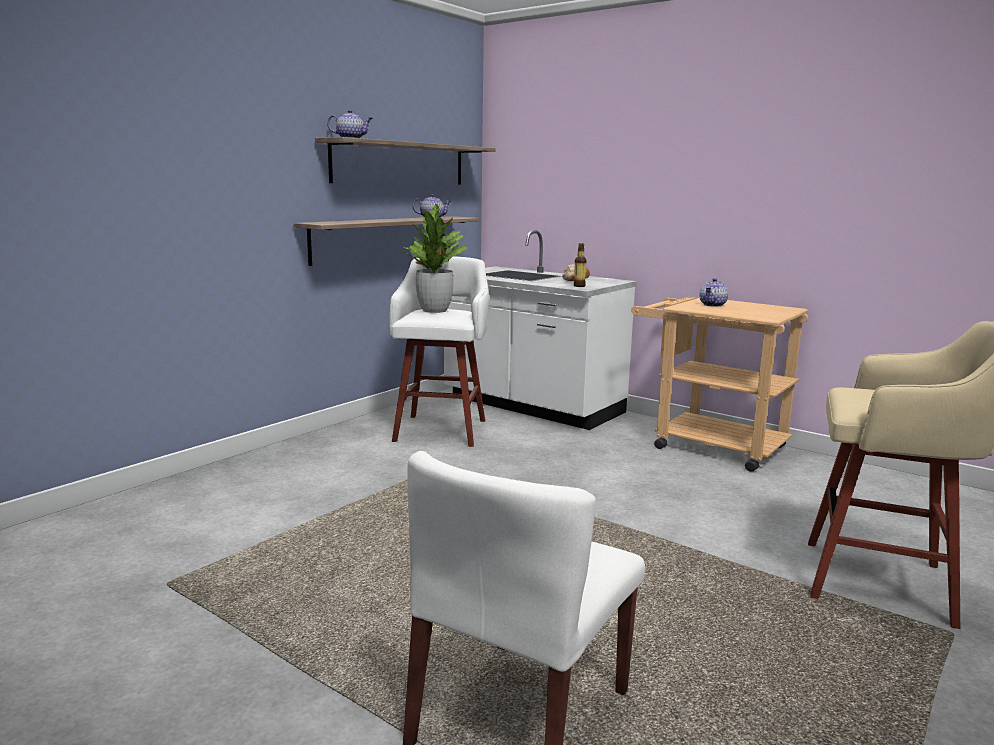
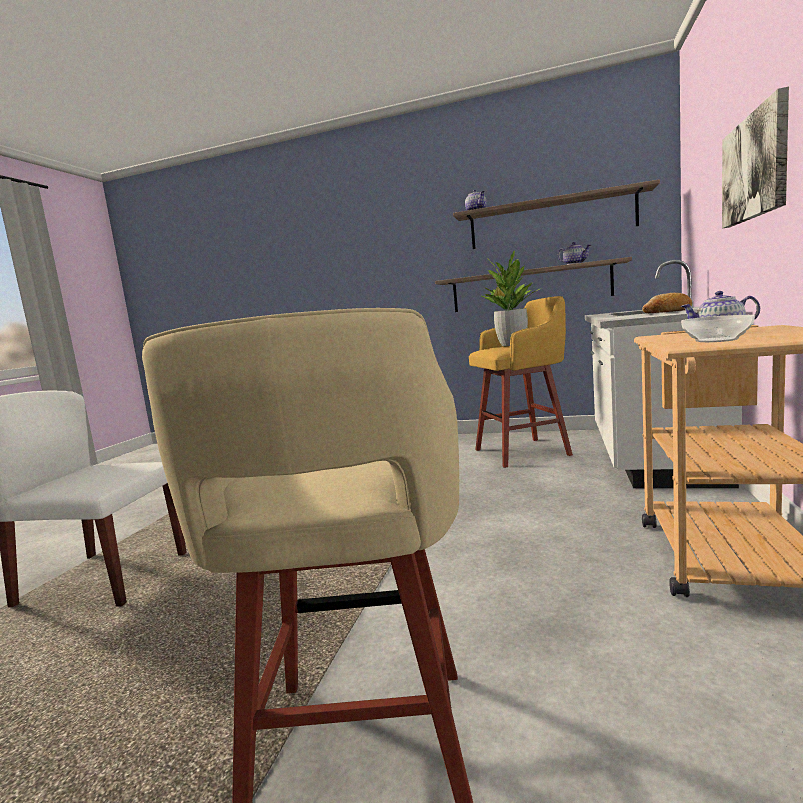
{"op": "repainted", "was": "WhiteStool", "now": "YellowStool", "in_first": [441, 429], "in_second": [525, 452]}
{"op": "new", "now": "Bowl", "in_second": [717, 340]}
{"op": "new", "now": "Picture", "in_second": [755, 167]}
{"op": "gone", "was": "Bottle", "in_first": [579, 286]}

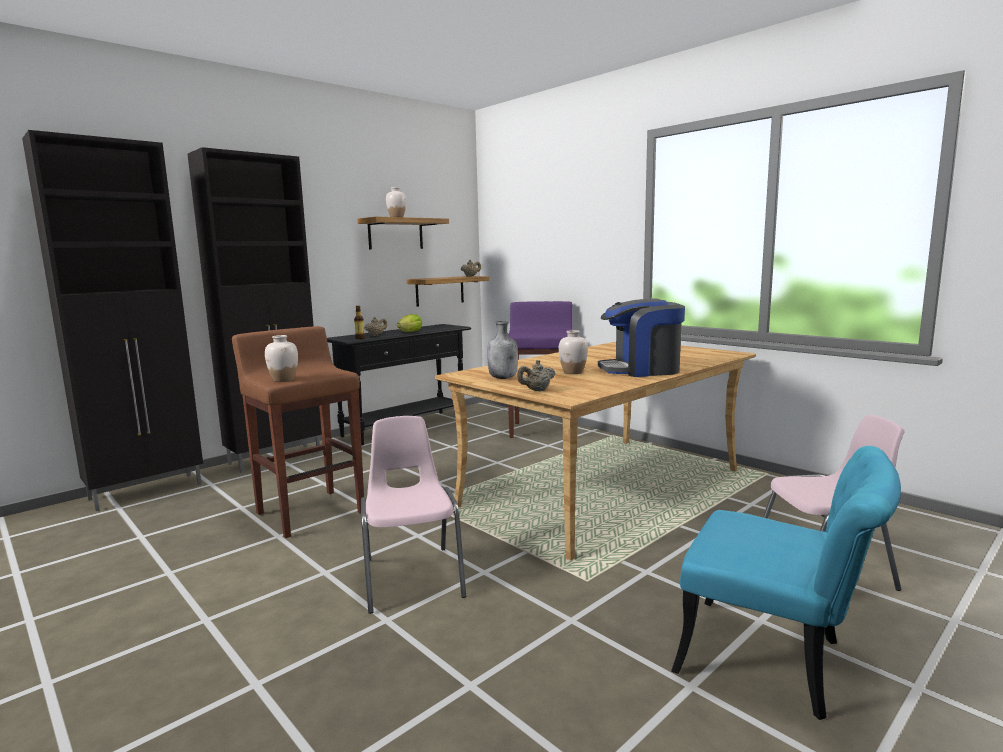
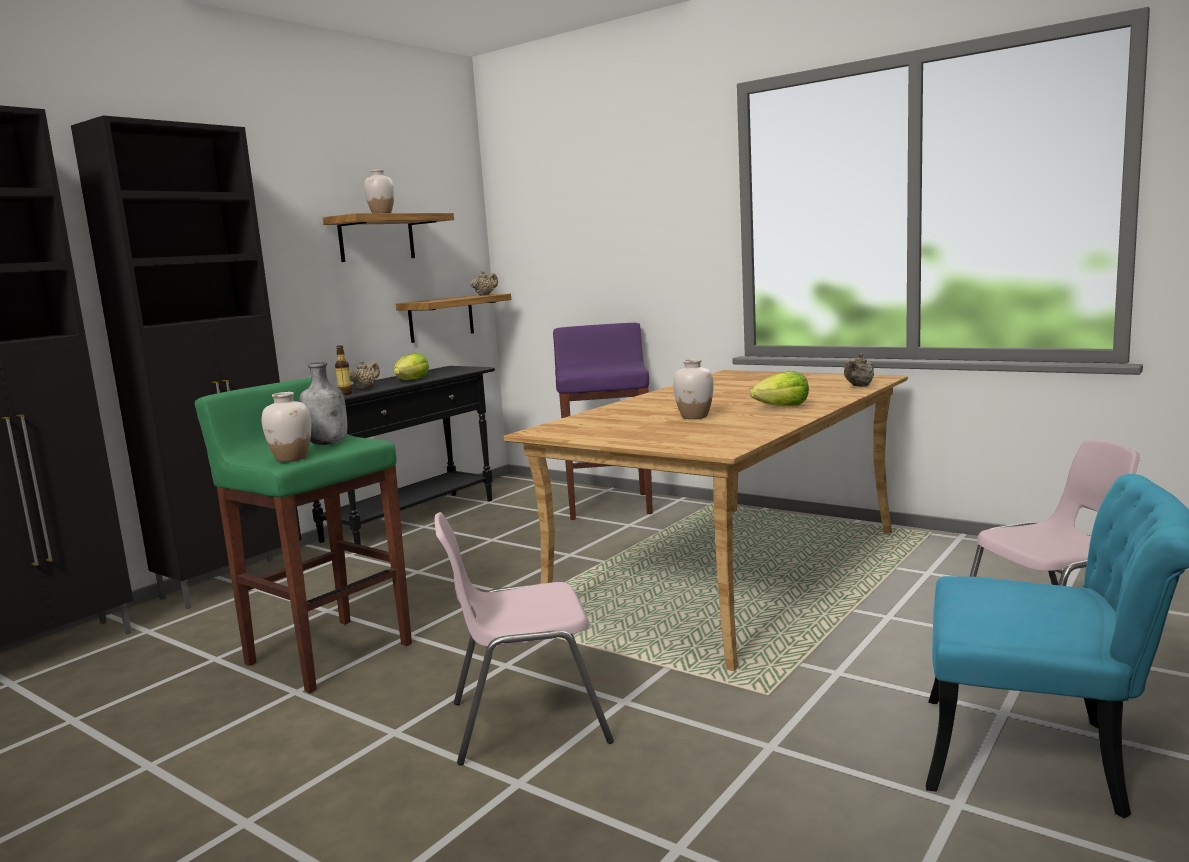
{"op": "repainted", "was": "BrownStool", "now": "GreenStool", "in_first": [310, 512], "in_second": [328, 653]}
{"op": "shifted", "was": "GreyBottle", "in_first": [503, 378], "in_second": [328, 443]}
{"op": "rotated", "was": "PinkChair", "in_first": [412, 577], "in_second": [526, 721], "clockwise": -75}
{"op": "swapped", "was": "CoffeeMachine", "now": "Lettuce", "in_first": [641, 370], "in_second": [782, 407]}
{"op": "shifted", "was": "BeigeTeapot", "in_first": [537, 390], "in_second": [859, 386]}

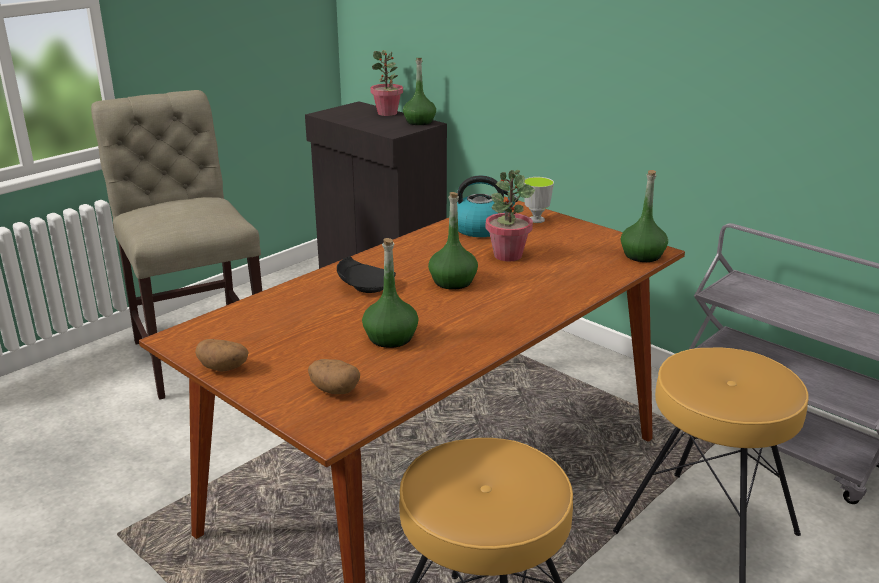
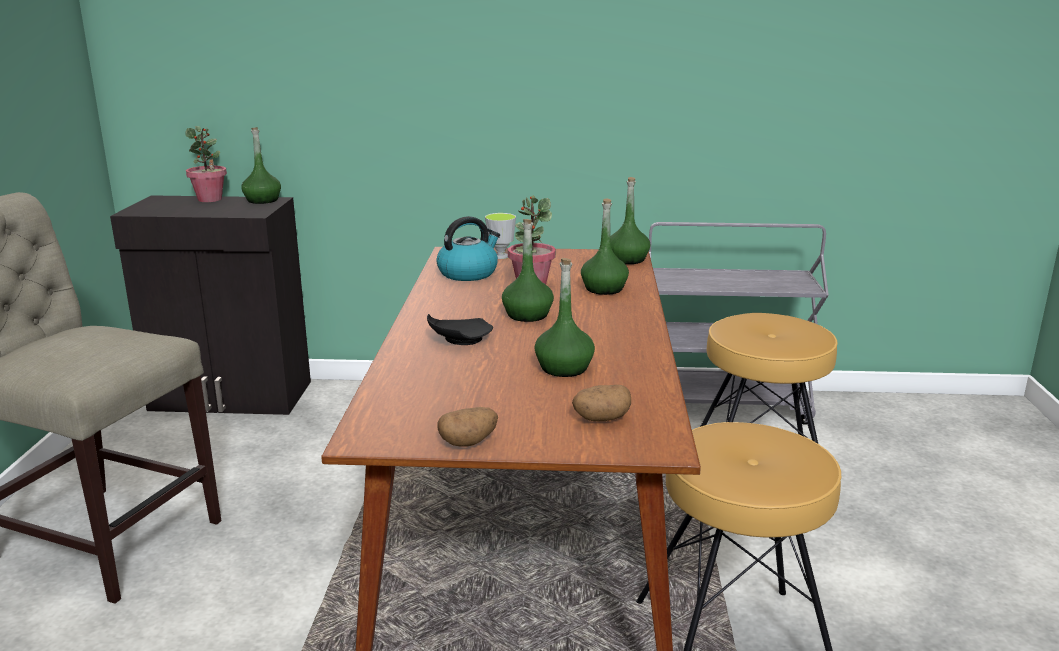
{"op": "new", "now": "GreenBottle", "in_second": [604, 289]}

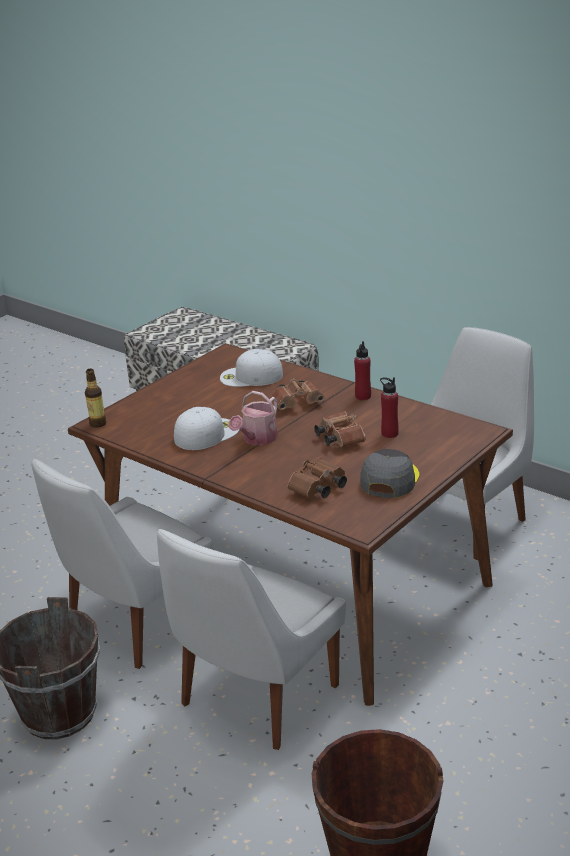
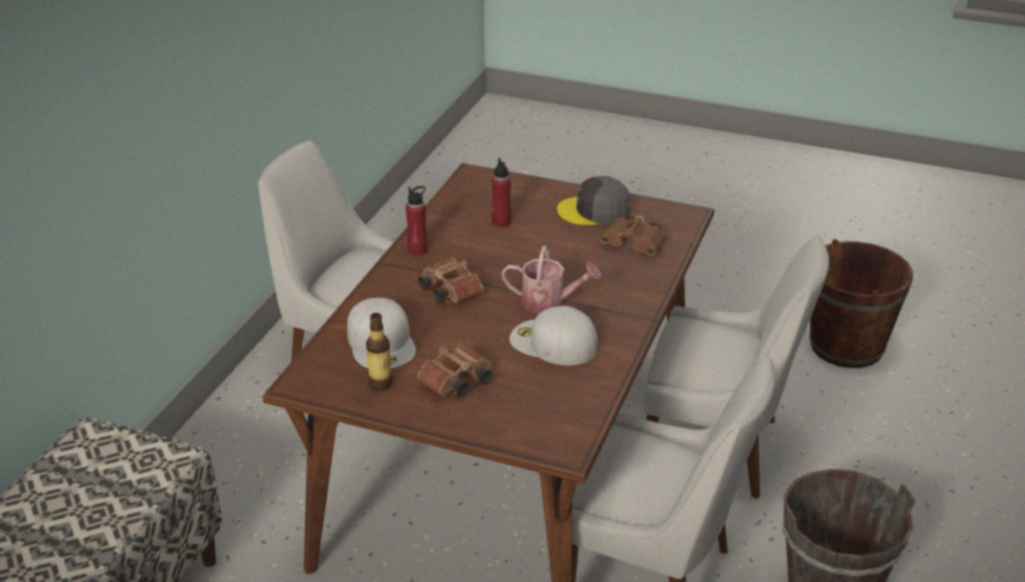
{"op": "shifted", "was": "Bottle", "in_first": [98, 424], "in_second": [380, 384]}
{"op": "shifted", "was": "BrownBinoculars", "in_first": [339, 438], "in_second": [456, 383]}

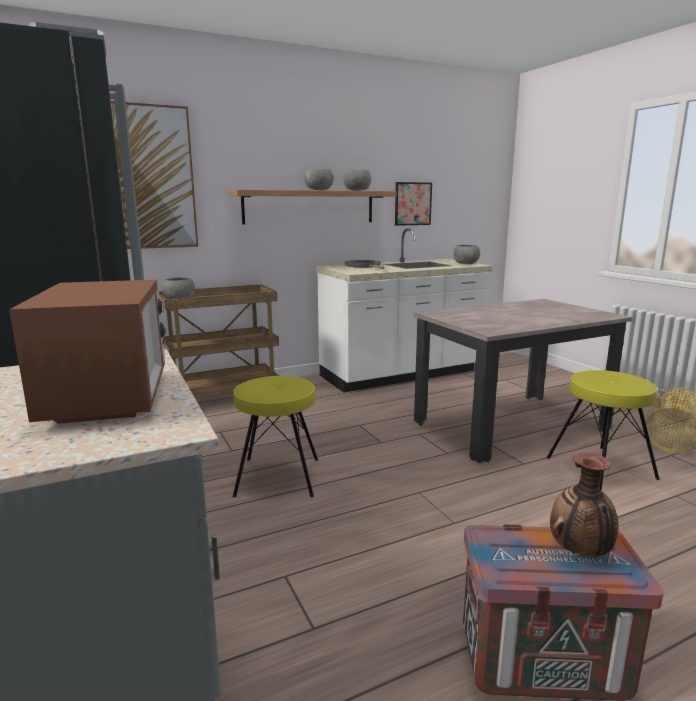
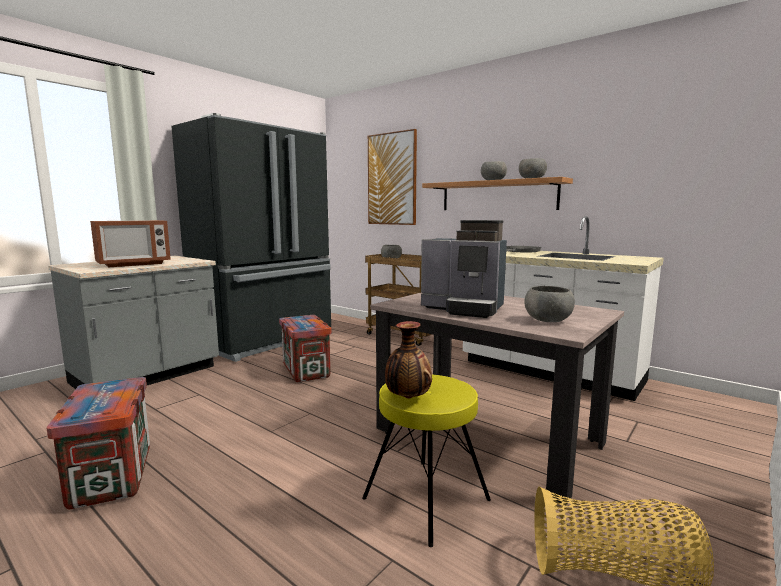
{"op": "swapped", "was": "YellowStool", "now": "Crate", "in_first": [278, 476], "in_second": [306, 371]}
{"op": "shifted", "was": "Vase", "in_first": [580, 552], "in_second": [407, 398]}
{"op": "new", "now": "CoffeeMachine", "in_second": [464, 309]}
{"op": "shifted", "was": "GreyBowl", "in_first": [465, 264], "in_second": [547, 320]}
{"op": "gone", "was": "Picture", "in_first": [413, 203]}

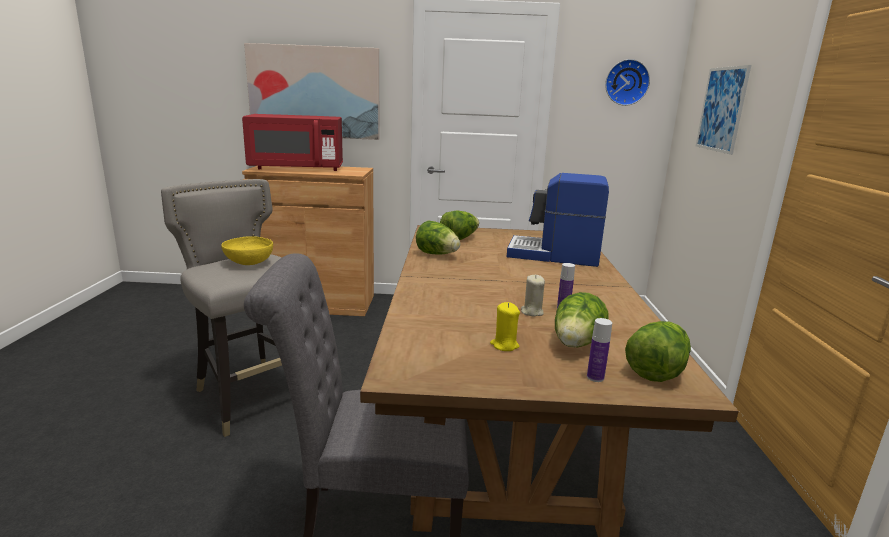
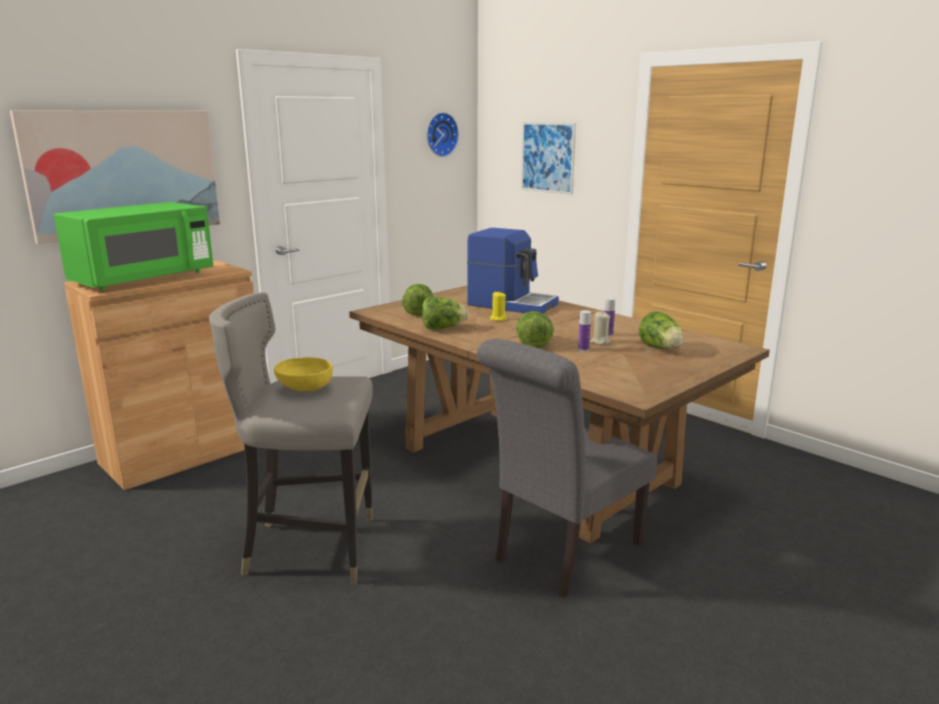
{"op": "repainted", "was": "RedMicrowave", "now": "GreenMicrowave", "in_first": [297, 168], "in_second": [143, 279]}
{"op": "rotated", "was": "CoffeeMachine", "in_first": [554, 255], "in_second": [512, 304], "clockwise": -120}
{"op": "shifted", "was": "YellowCandle", "in_first": [504, 345], "in_second": [498, 319]}
{"op": "shifted", "was": "Lettuce", "in_first": [656, 371], "in_second": [532, 344]}
{"op": "shifted", "was": "Bottle", "in_first": [595, 377], "in_second": [583, 349]}

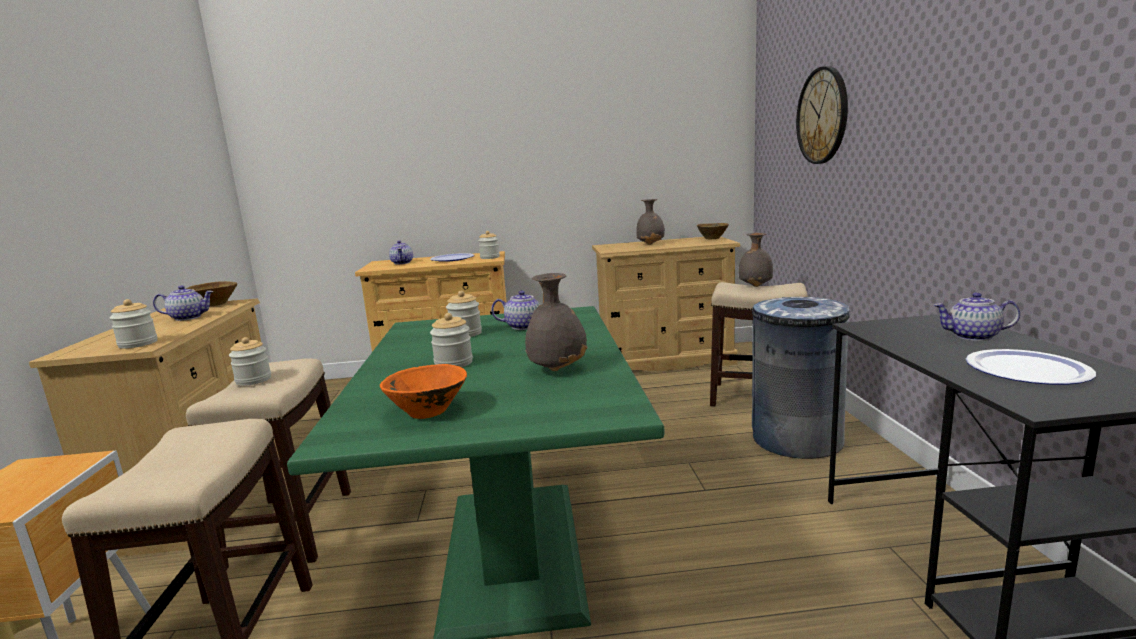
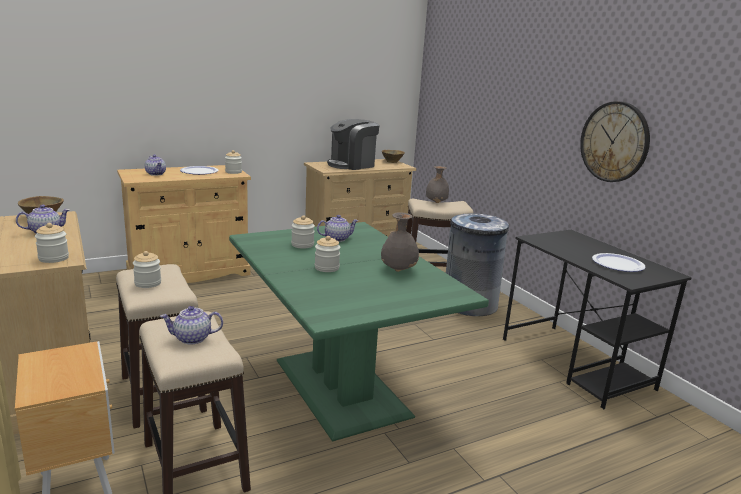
{"op": "shifted", "was": "Teapot", "in_first": [973, 336], "in_second": [192, 338]}
{"op": "swapped", "was": "GreyVase", "now": "CoffeeMachine", "in_first": [651, 244], "in_second": [352, 165]}
{"op": "shifted", "was": "WallClock", "in_first": [822, 116], "in_second": [614, 142]}
{"op": "gone", "was": "OrangeBowl", "in_first": [428, 411]}

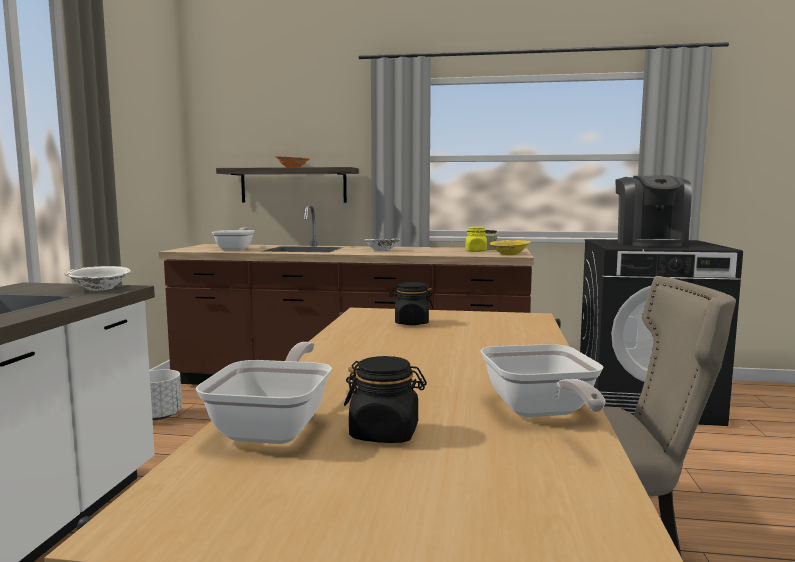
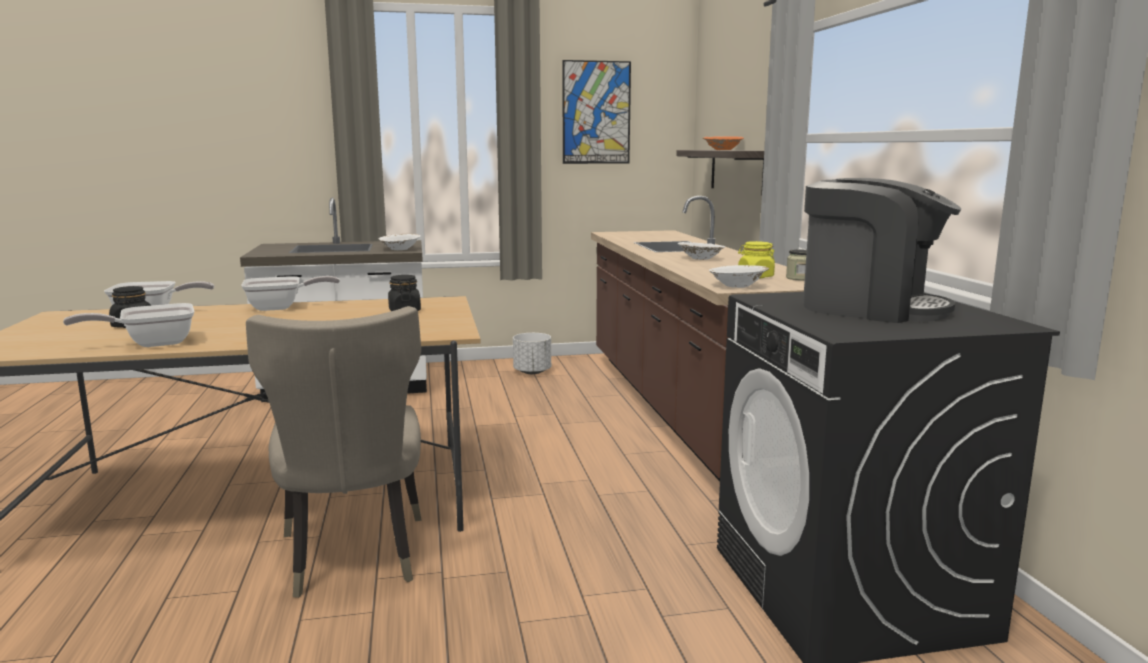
{"op": "shifted", "was": "FryingPan", "in_first": [236, 249], "in_second": [281, 307]}
{"op": "new", "now": "Picture", "in_second": [596, 112]}
{"op": "repainted", "was": "YellowBowl", "now": "WhiteBowl", "in_first": [509, 254], "in_second": [737, 286]}
{"op": "rotated", "was": "CoffeeMachine", "in_first": [649, 243], "in_second": [870, 308], "clockwise": -135}

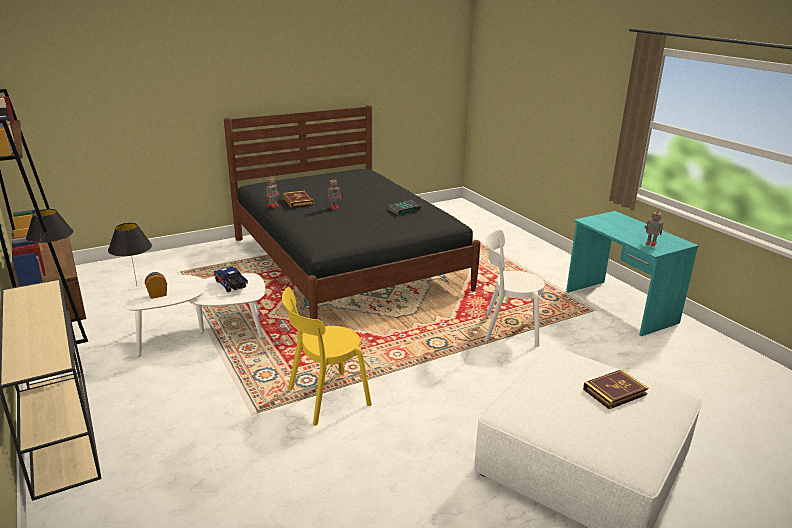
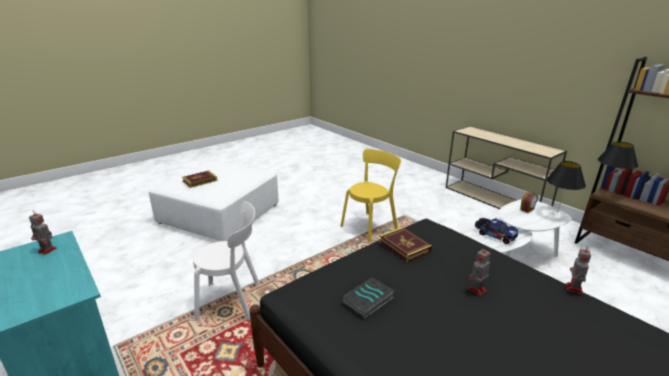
{"op": "shifted", "was": "Book", "in_first": [298, 201], "in_second": [404, 246]}

